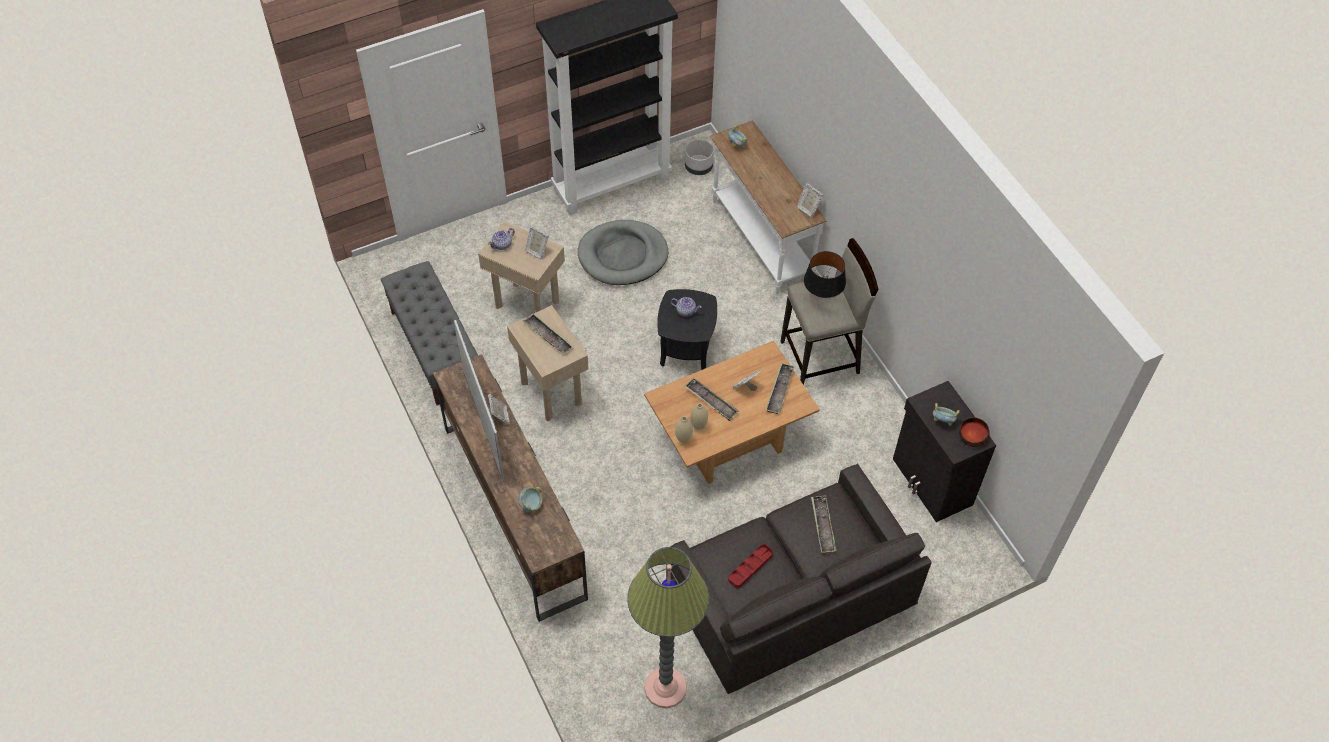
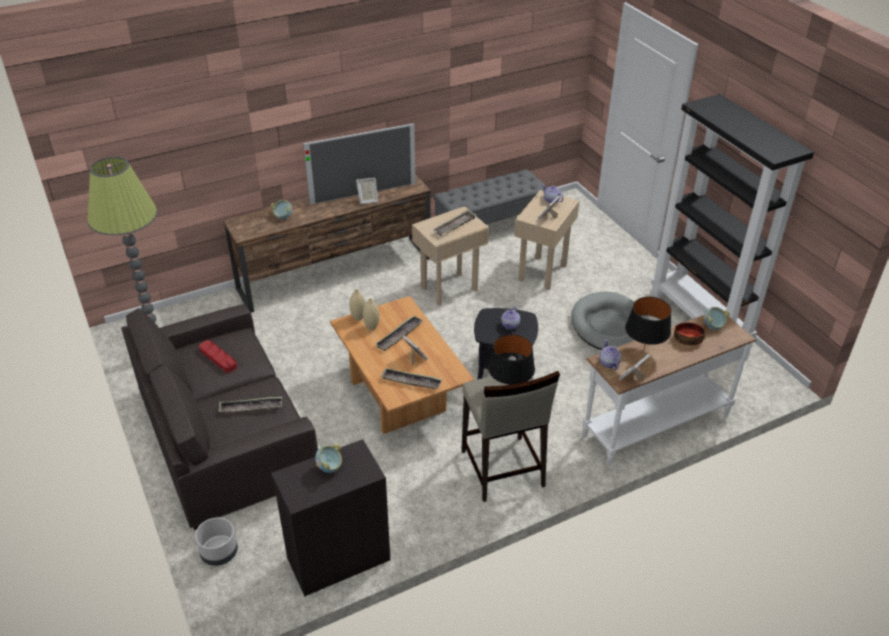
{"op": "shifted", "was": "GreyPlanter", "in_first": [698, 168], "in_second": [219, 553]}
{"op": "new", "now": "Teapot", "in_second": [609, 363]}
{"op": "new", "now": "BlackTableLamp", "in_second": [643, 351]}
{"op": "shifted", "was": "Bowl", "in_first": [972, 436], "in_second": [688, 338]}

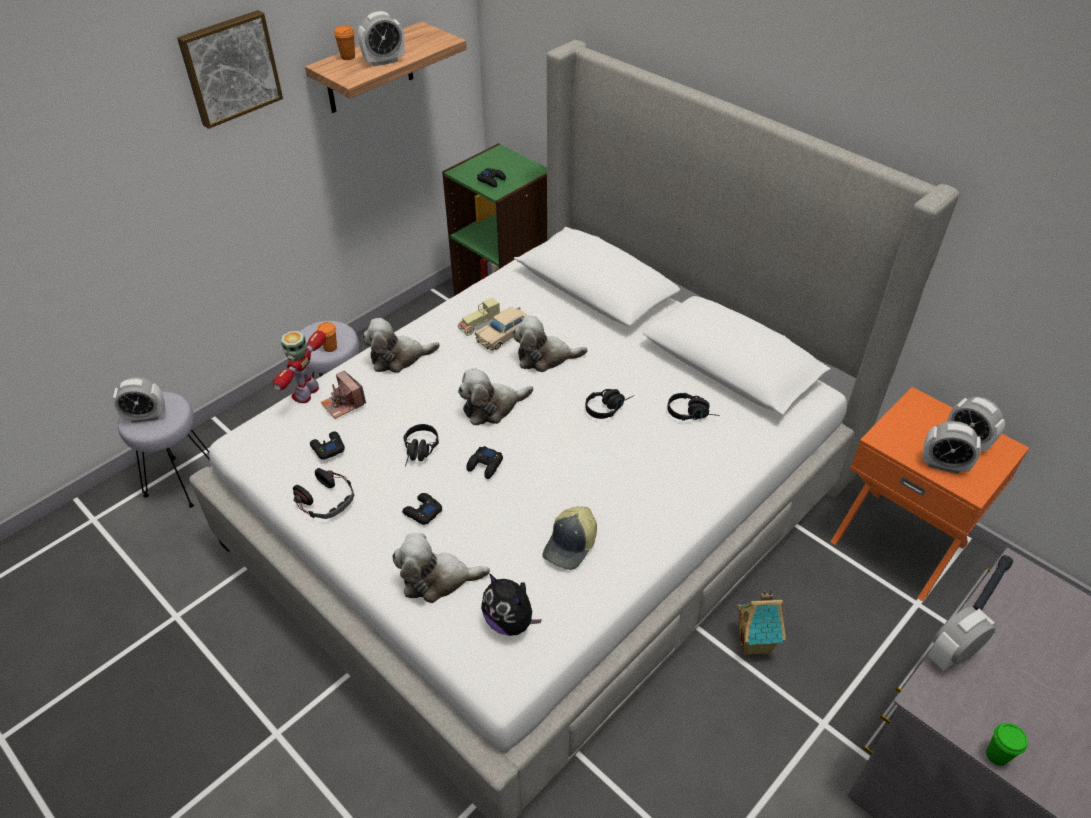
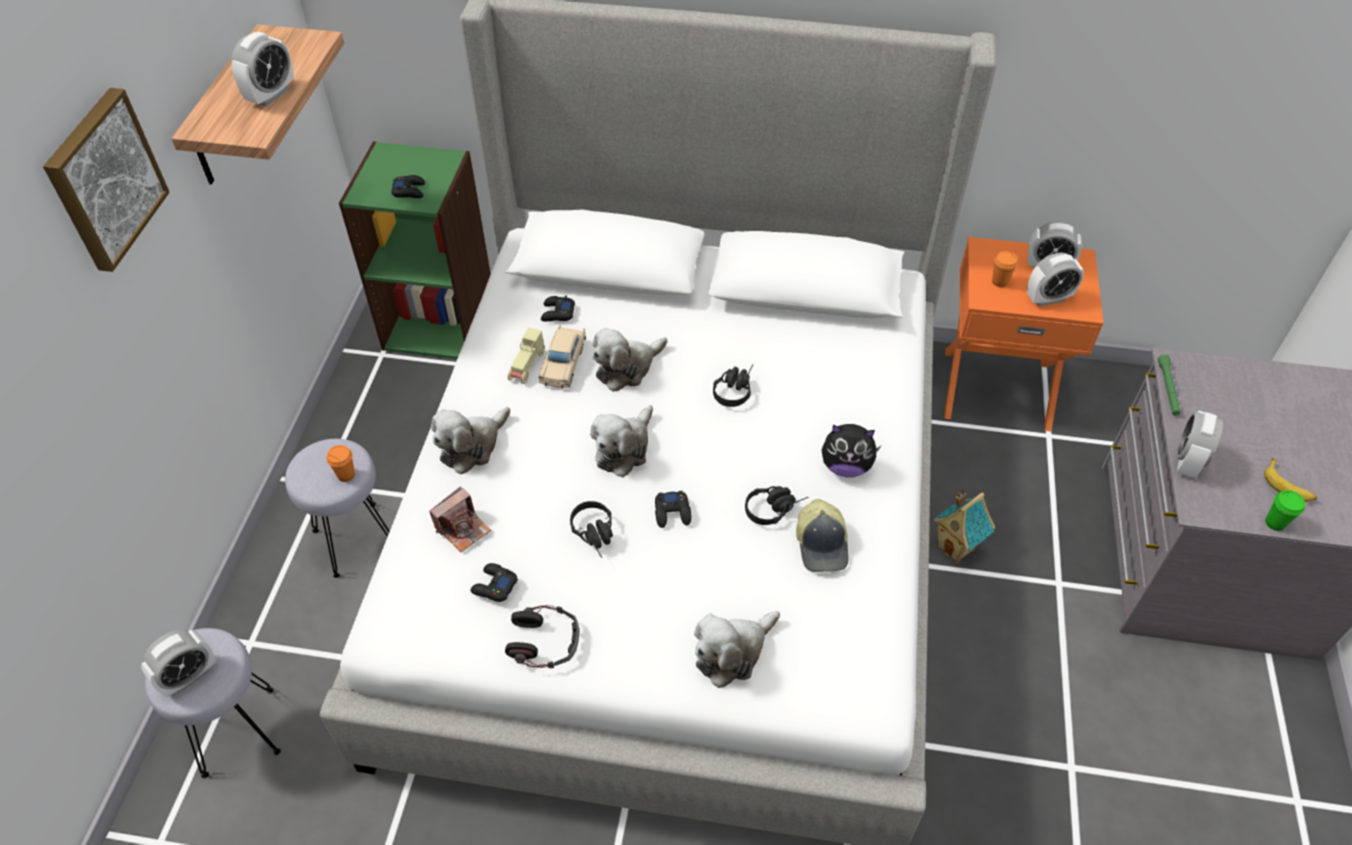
{"op": "rotated", "was": "PhotoCamera", "in_first": [343, 404], "in_second": [463, 529], "clockwise": -60}
{"op": "shifted", "was": "BlackGameController", "in_first": [422, 512], "in_second": [557, 313]}
{"op": "shifted", "was": "BlackHeadphones", "in_first": [692, 413], "in_second": [775, 508]}
{"op": "shifted", "was": "PlushToy", "in_first": [510, 621], "in_second": [846, 466]}
{"op": "shifted", "was": "OrangeCup", "in_first": [348, 57], "in_second": [999, 282]}
{"op": "repainted", "was": "BlackFlashlight", "now": "GreenFlashlight", "in_first": [990, 587], "in_second": [1168, 388]}
{"op": "new", "now": "Banana", "in_second": [1287, 486]}
{"op": "gone", "was": "ToyRobot", "in_first": [306, 392]}

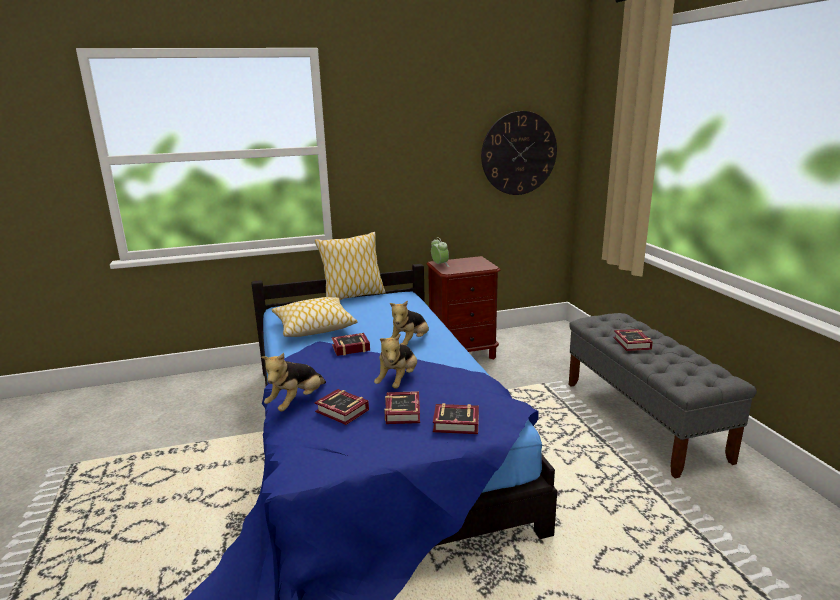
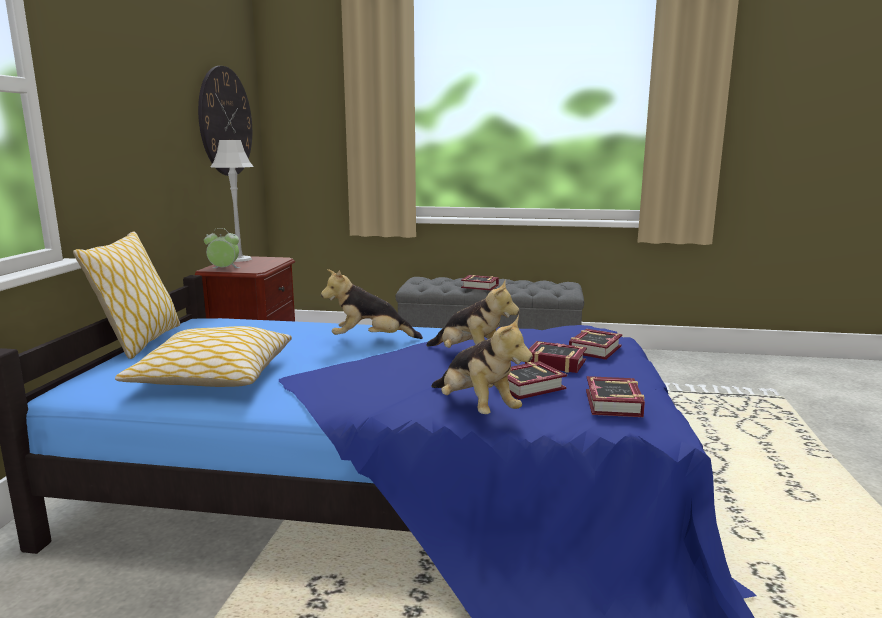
{"op": "new", "now": "GreyTableLamp", "in_second": [239, 259]}
{"op": "rotated", "was": "PlushToy", "in_first": [410, 344], "in_second": [370, 340], "clockwise": 120}
{"op": "shifted", "was": "Book", "in_first": [349, 348], "in_second": [611, 404]}

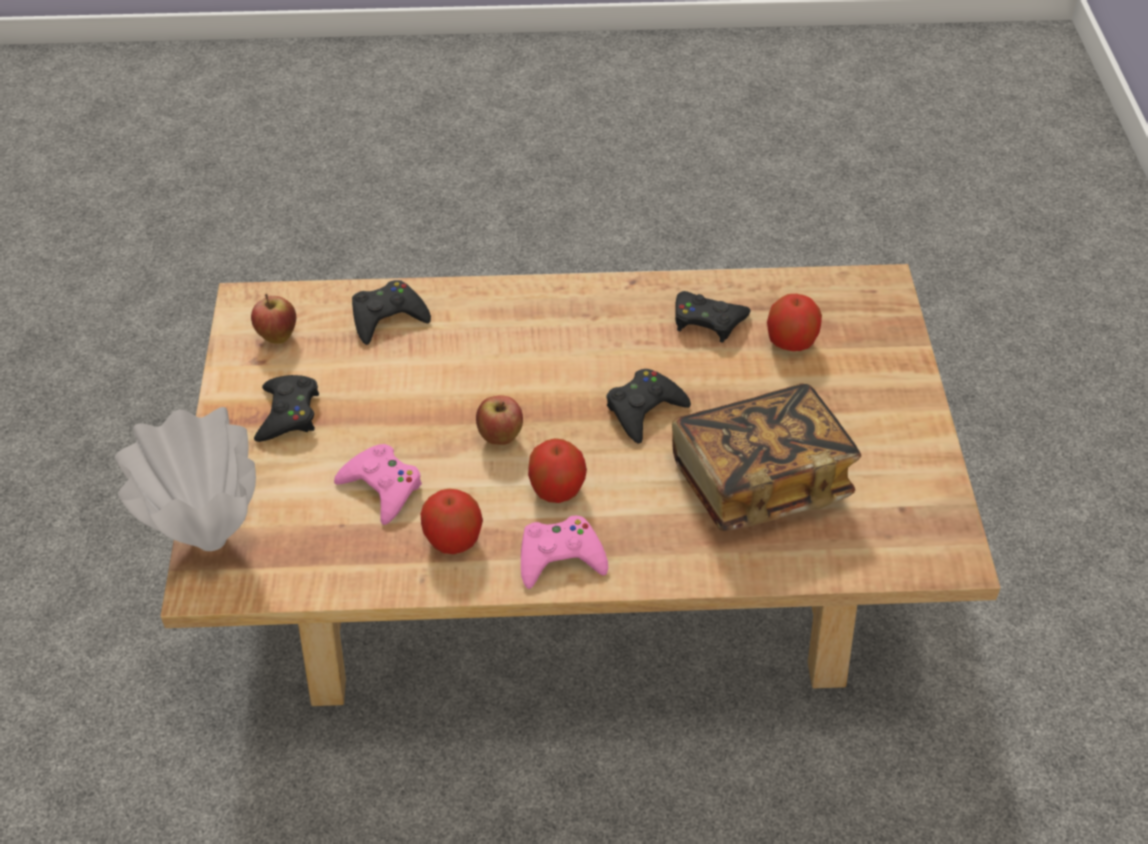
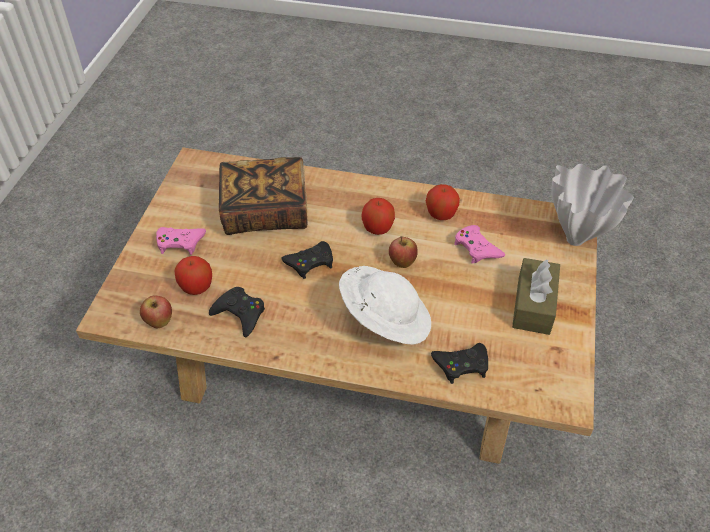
{"op": "shifted", "was": "Apple", "in_first": [277, 337], "in_second": [159, 322]}
{"op": "shifted", "was": "PinkGameController", "in_first": [560, 557], "in_second": [180, 242]}
{"op": "new", "now": "WhiteHat", "in_second": [384, 319]}
{"op": "swapped", "was": "BlackGameController", "now": "BrownTissueBox", "in_first": [288, 413], "in_second": [533, 305]}

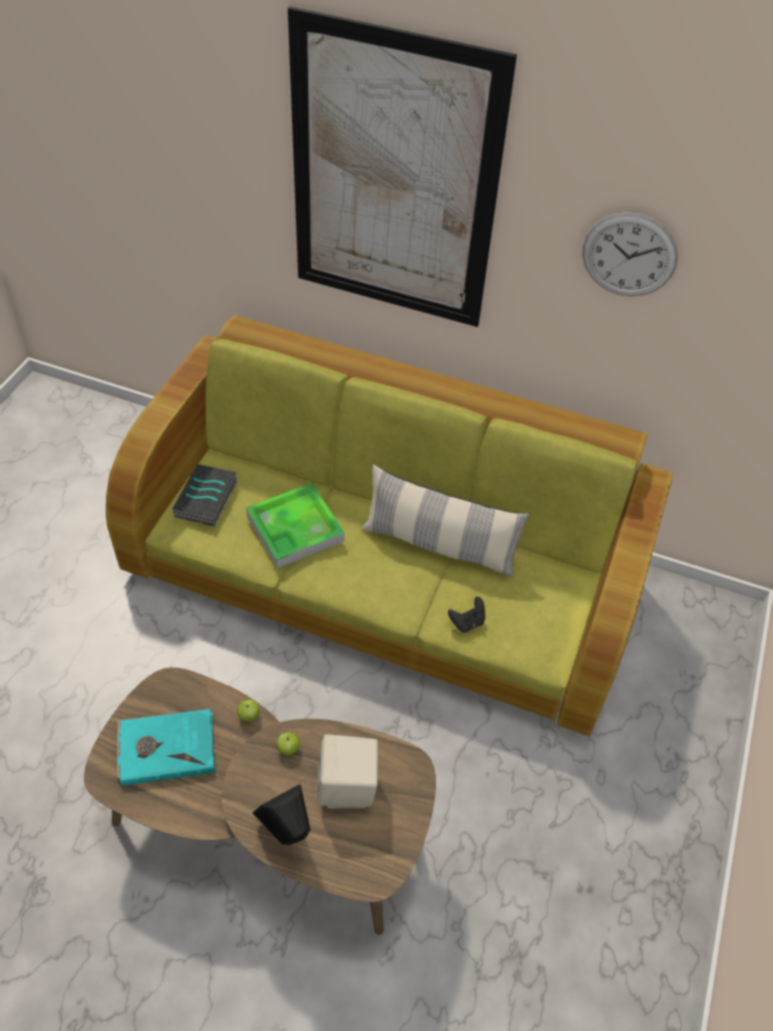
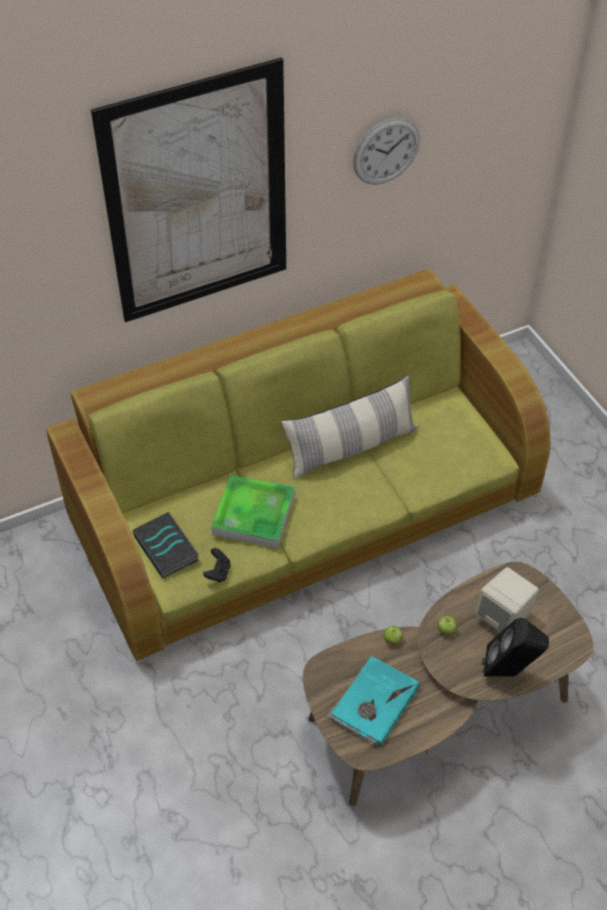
{"op": "shifted", "was": "BlackGameController", "in_first": [467, 622], "in_second": [218, 573]}

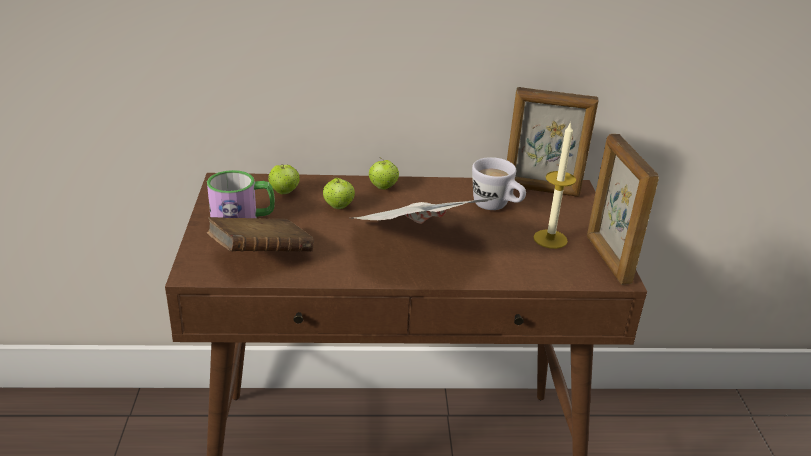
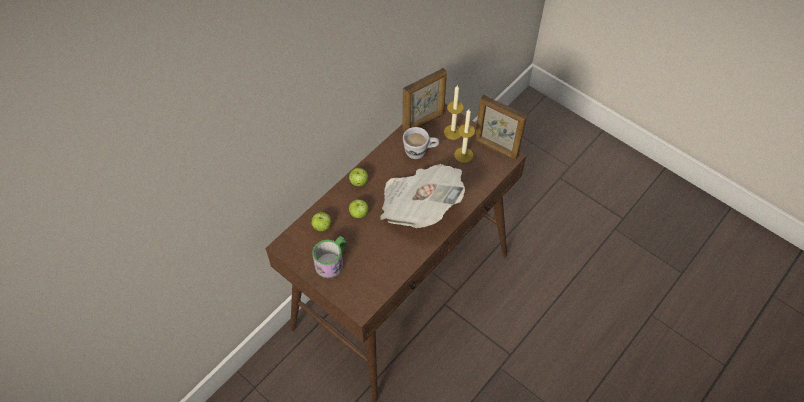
{"op": "new", "now": "Candle", "in_second": [453, 132]}
{"op": "gone", "was": "BrownBook", "in_first": [261, 256]}

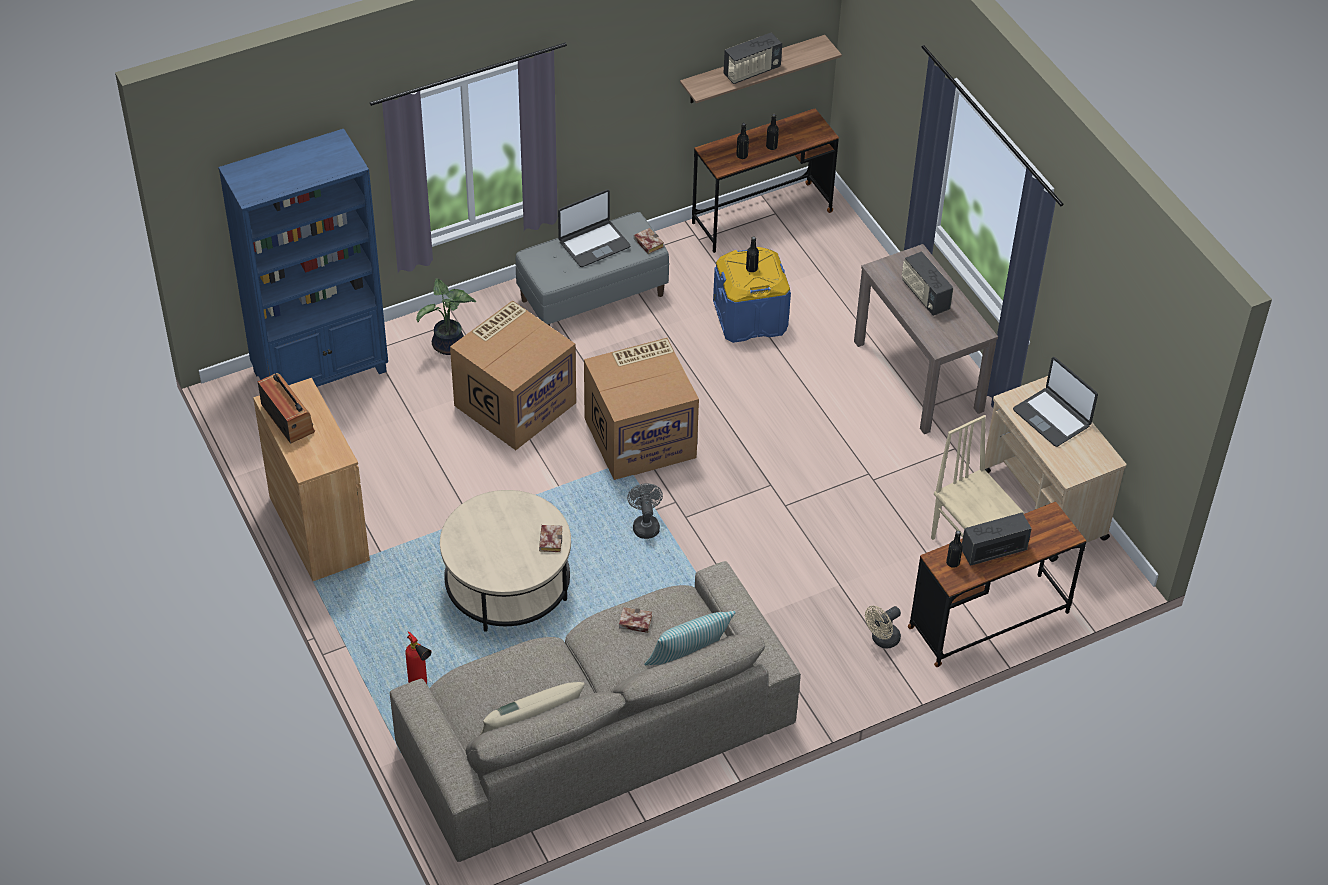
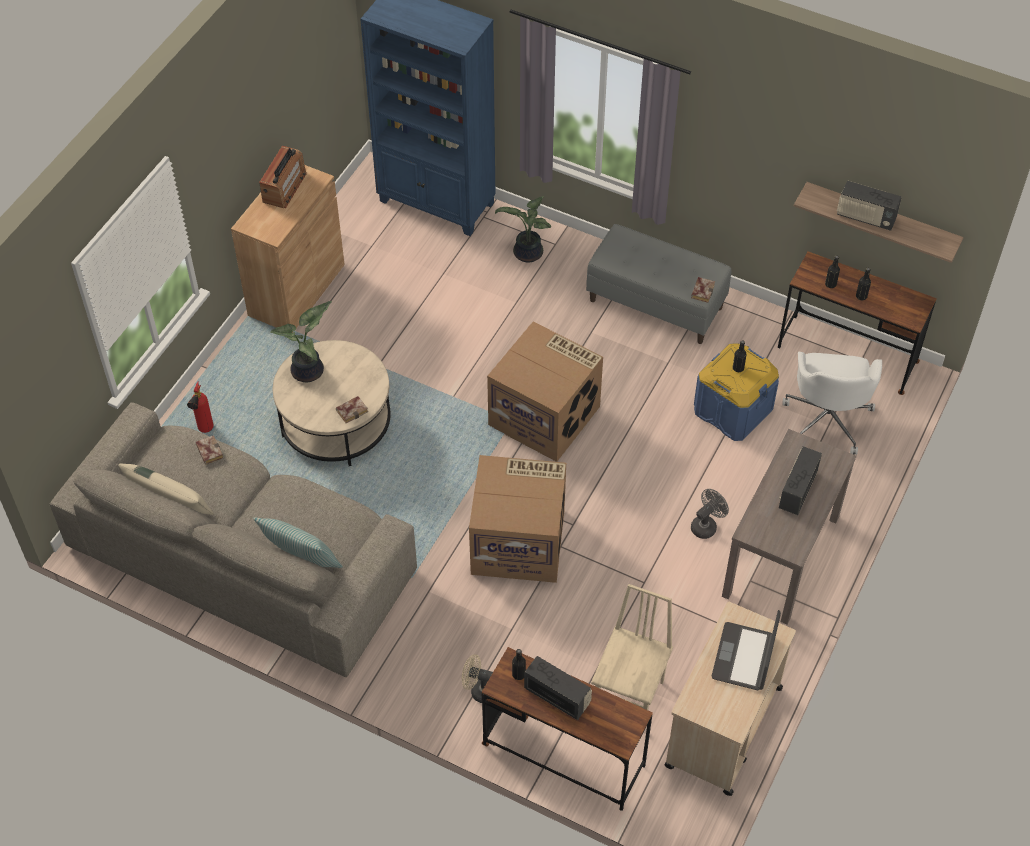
{"op": "shifted", "was": "Book", "in_first": [633, 623], "in_second": [208, 451]}
{"op": "new", "now": "PottedPlant", "in_second": [309, 372]}
{"op": "shifted", "was": "CardboardBox", "in_first": [515, 402], "in_second": [519, 541]}
{"op": "shifted", "was": "GreyFan", "in_first": [645, 525], "in_second": [706, 525]}
{"op": "new", "now": "WhiteOfficeChair", "in_second": [827, 418]}
{"op": "gone", "was": "Laptop", "in_first": [594, 244]}

